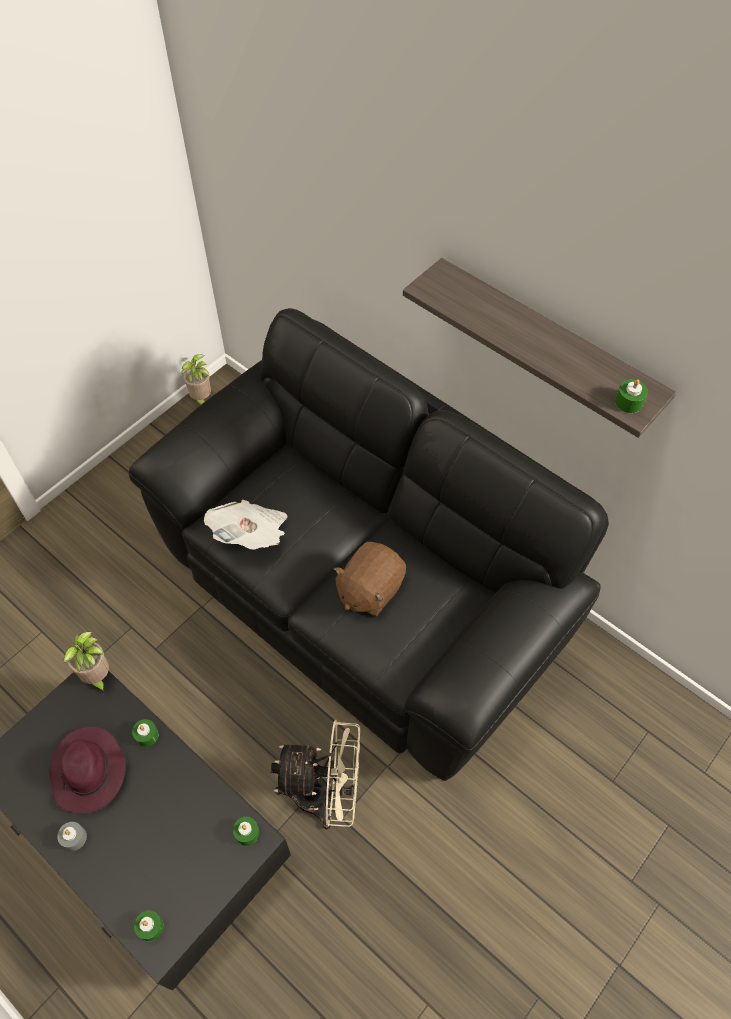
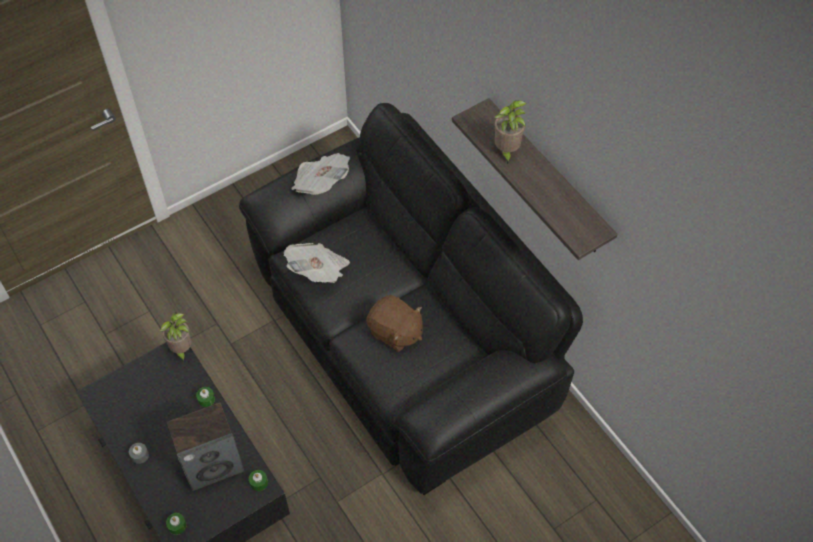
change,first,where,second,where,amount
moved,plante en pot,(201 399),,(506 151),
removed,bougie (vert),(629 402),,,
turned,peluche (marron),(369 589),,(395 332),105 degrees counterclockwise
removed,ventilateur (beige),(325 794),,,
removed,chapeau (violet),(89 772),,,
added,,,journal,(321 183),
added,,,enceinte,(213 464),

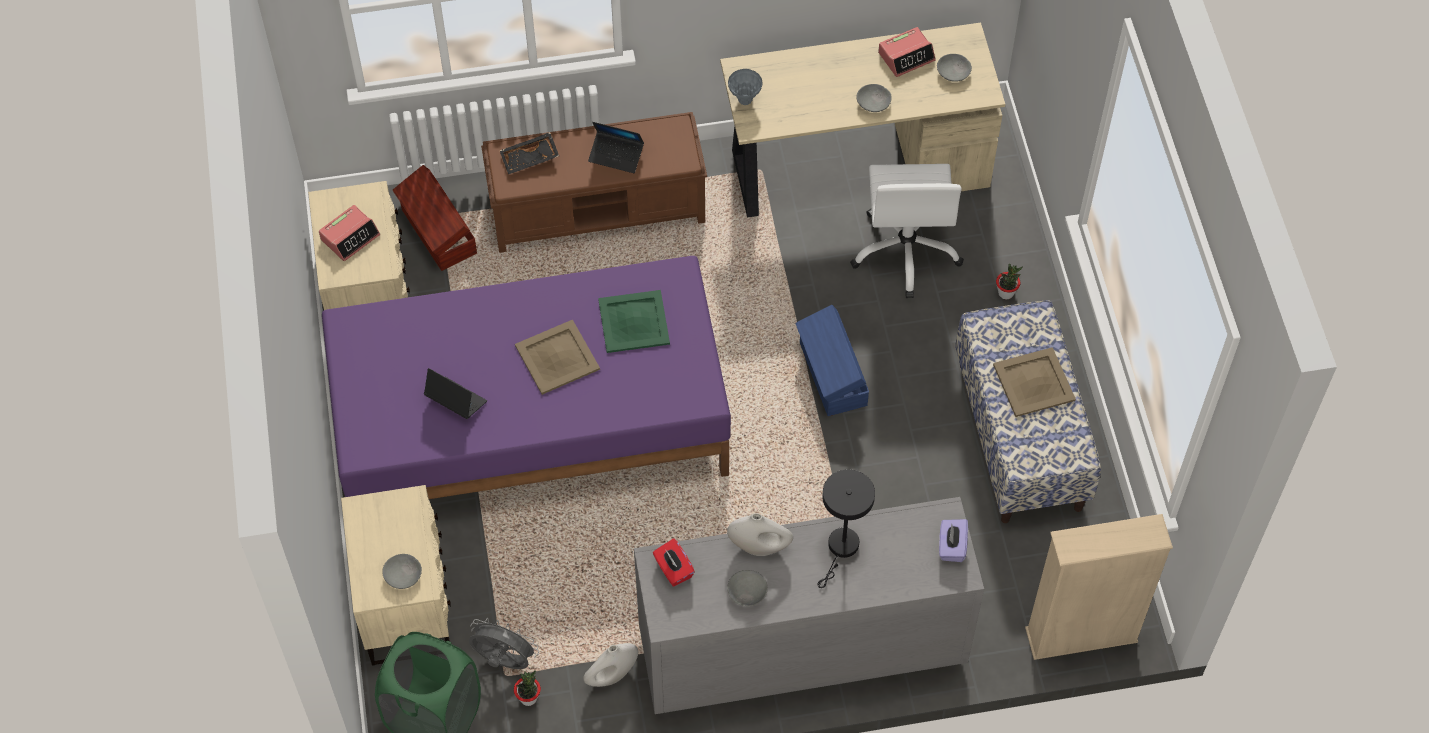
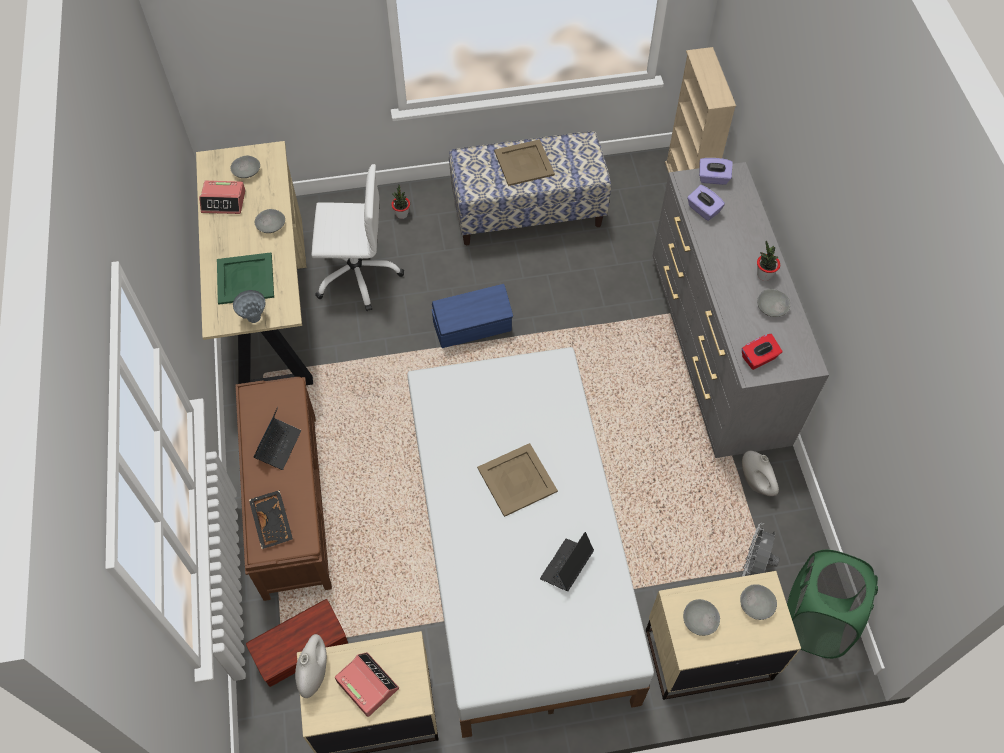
change,first,where,second,where,amount
turned,réveil,(906 56),,(224 201),120 degrees clockwise
recoloured,lit (violet),(529 422),lit (blanc),(518 555),
moved,plateau (vert),(633 321),,(245 279),
removed,lampe de table (noir),(841 549),,,
moved,vase (blanc),(759 547),,(314 673),
moved,plante en pot,(528 698),,(764 275),
added,,,boîte à mouchoirs (violet),(703 210),
added,,,bol (gris),(700 620),

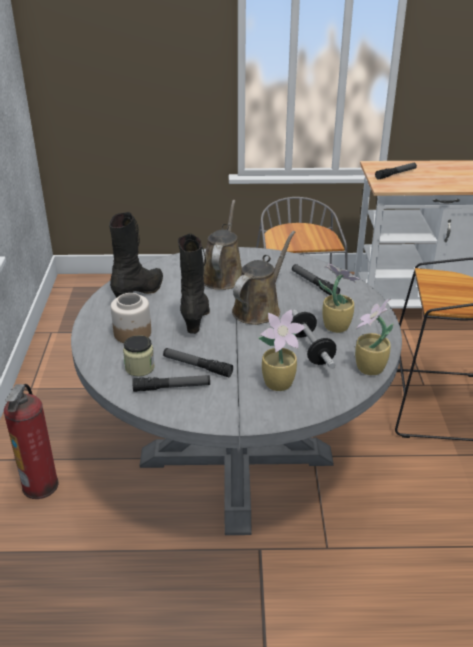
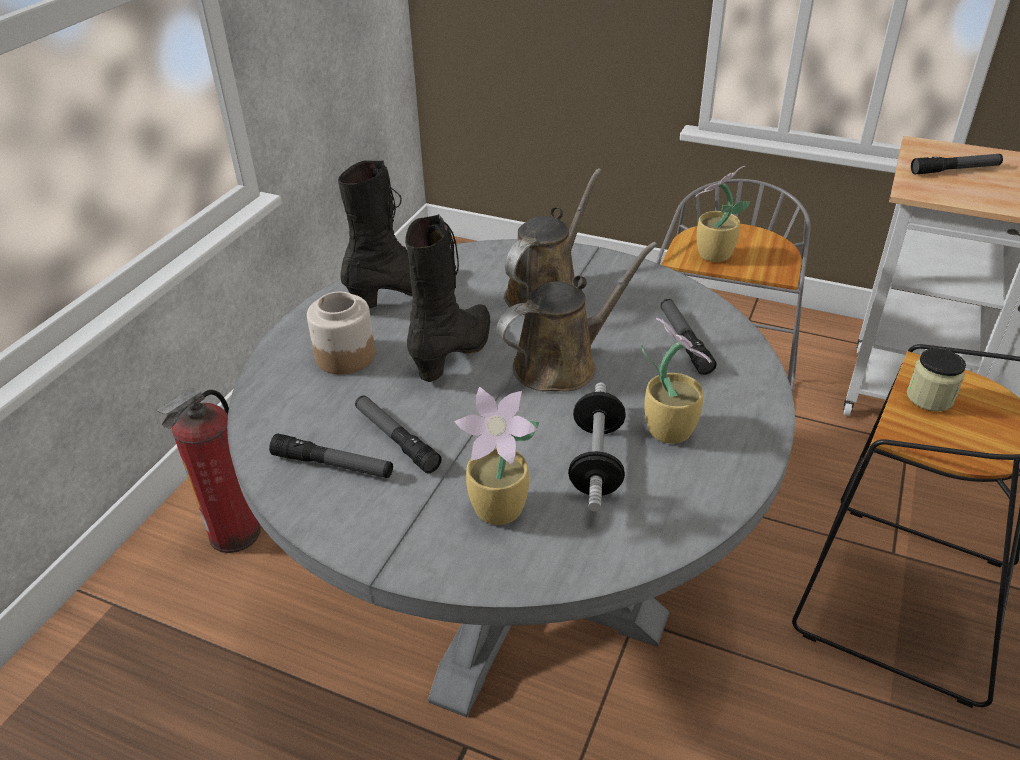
change,first,where,second,where,amount
moved,plante en pot,(369 369),,(712 255),
moved,bocal,(140 368),,(929 397),

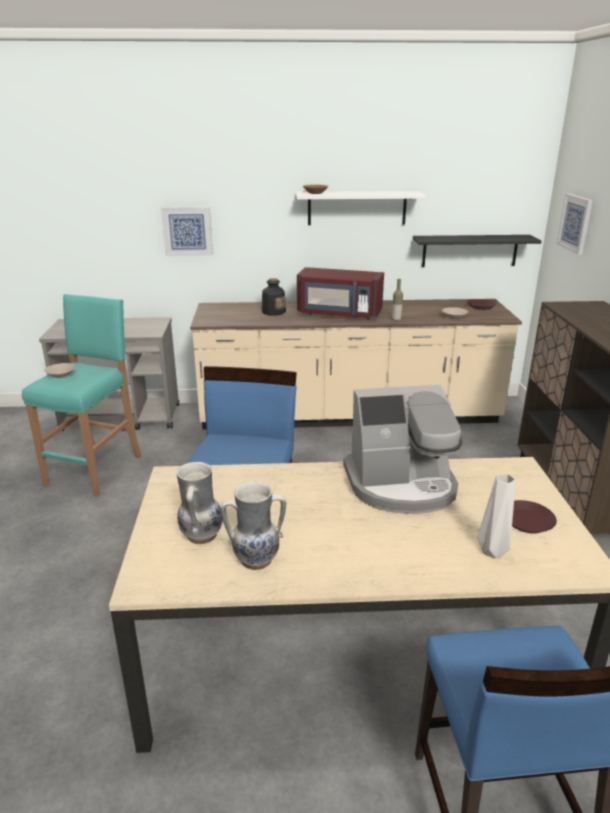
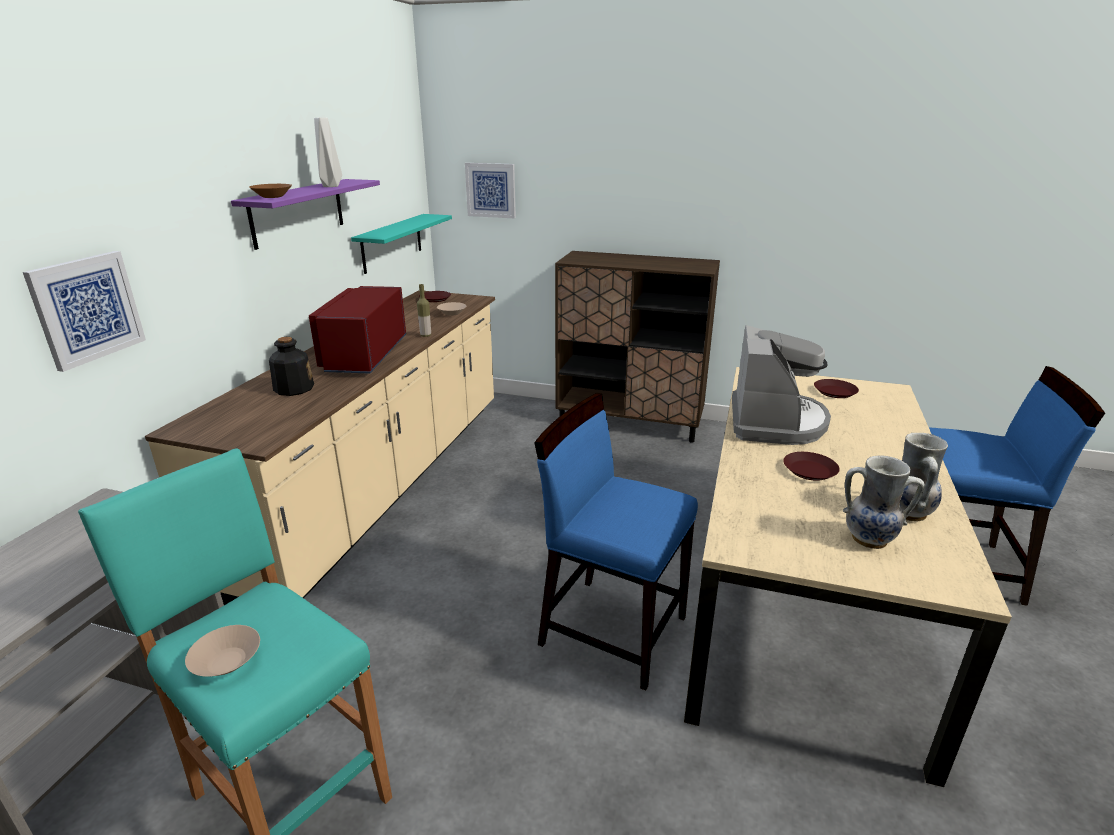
change,first,where,second,where,amount
recoloured,étagère (blanc),(357 208),étagère (violet),(298 212),
recoloured,étagère (noir),(469 250),étagère (turquoise),(392 243),
turned,micro-ondes (rouge),(339 314),,(363 356),150 degrees clockwise
moved,vase (gris),(491 551),,(330 186),
added,,,assiette (marron),(809 471),

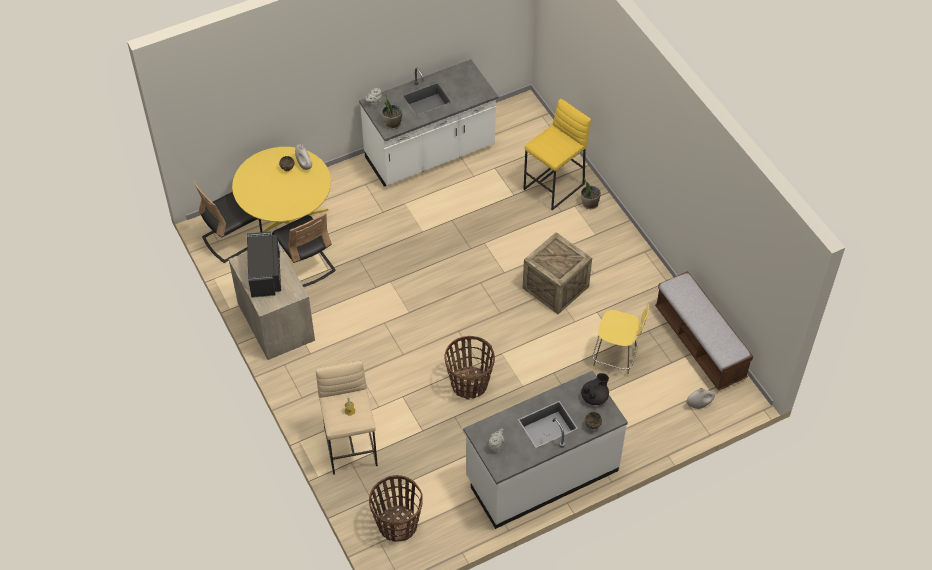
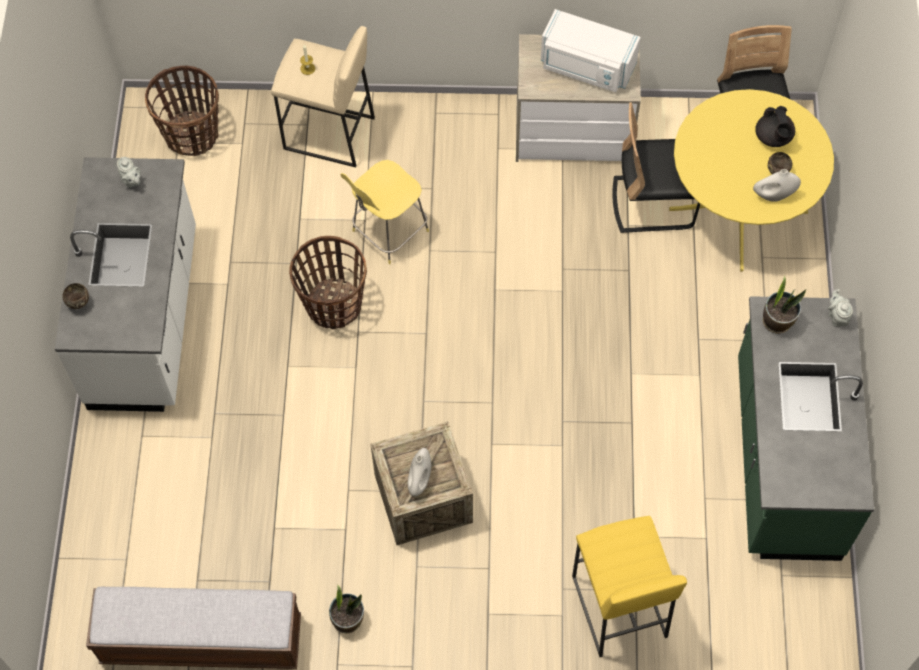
change,first,where,second,where,amount
recoloured,comptoir de cuisine (blanc),(430 154),comptoir de cuisine (vert),(784 459),
moved,plante en pot,(589 204),,(348 619),
recoloured,micro-ondes (noir),(266 274),micro-ondes (blanc),(586 67),
moved,tabouret (jaune),(616 358),,(388 232),
moved,théière (noir),(595 397),,(773 137),
moved,vase (blanc),(699 404),,(420 480),

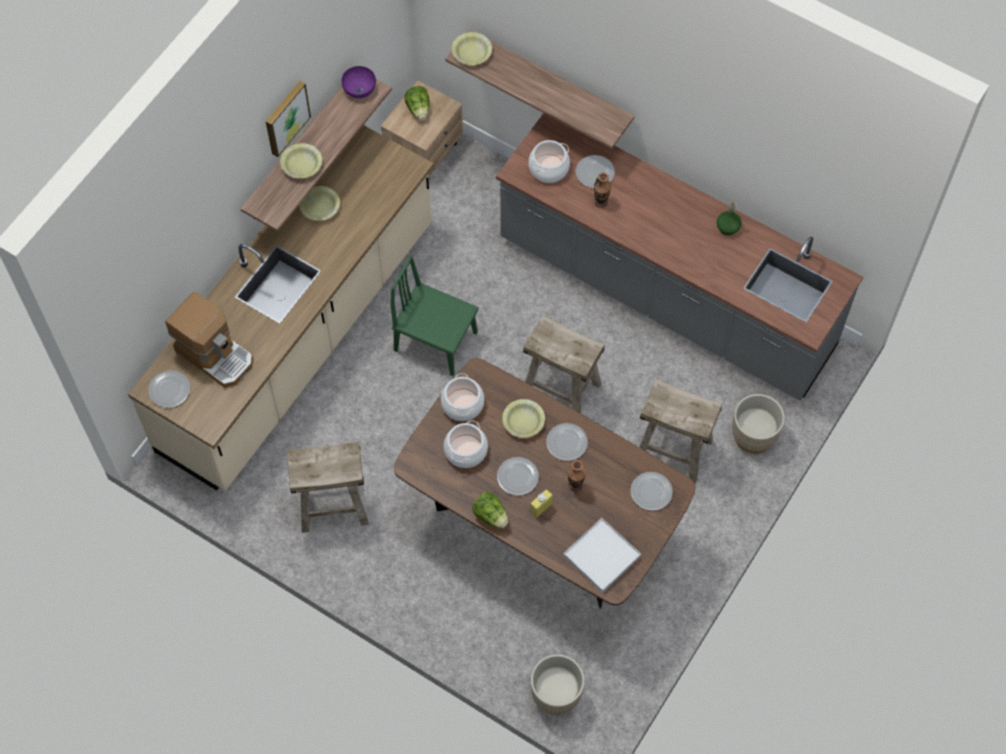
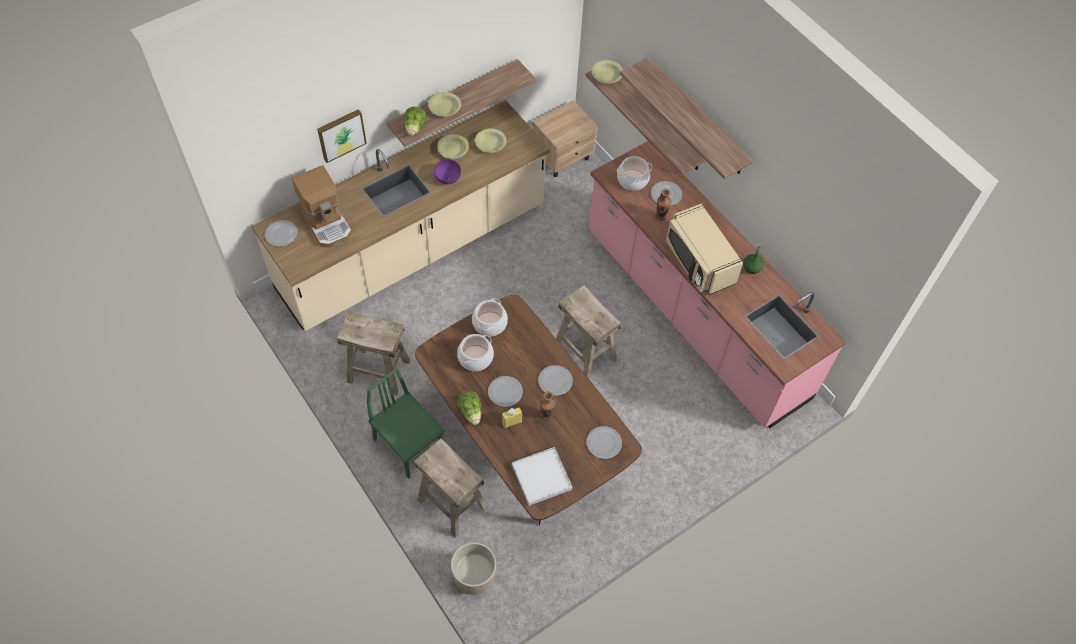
change,first,where,second,where,amount
moved,bol (violet),(360 89),,(448 177),
moved,tableau,(285 117),,(341 134),
moved,laitue,(419 109),,(415 128),
recoloured,comptoir de cuisine (gris),(665 295),comptoir de cuisine (rose),(694 315),
moved,chaise (vert),(436 341),,(409 444),
moved,tabouret (beige),(673 450),,(453 504),
removed,cache-pot (beige),(753 436),,,
moved,bol (jaune),(523 421),,(490 144),
added,,,étagère,(696 118),
added,,,micro-ondes (beige),(698 262),

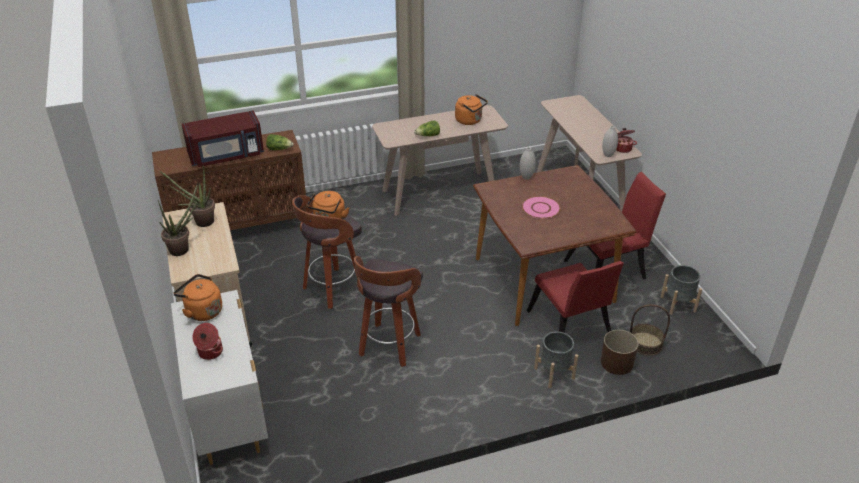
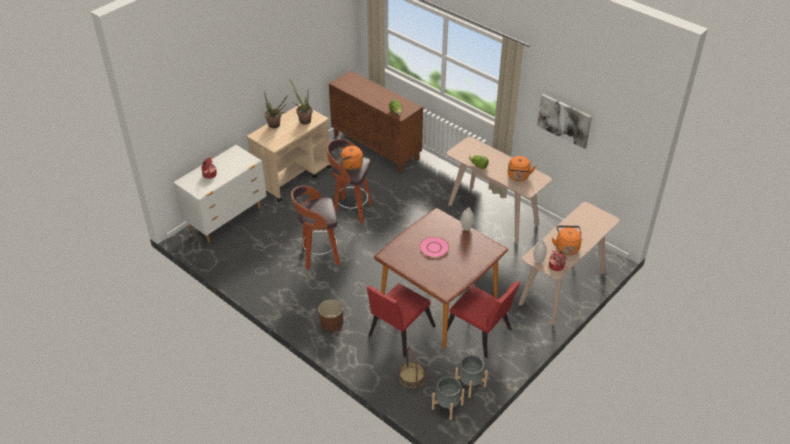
change,first,where,second,where,amount
removed,micro-ondes (rouge),(226 155),,,
moved,bouilloire (orange),(202 311),,(566 247),
moved,cache-pot (marron),(616 363),,(331 323),
moved,cache-pot (gris),(554 373),,(447 406),
added,,,tableau,(564 120),

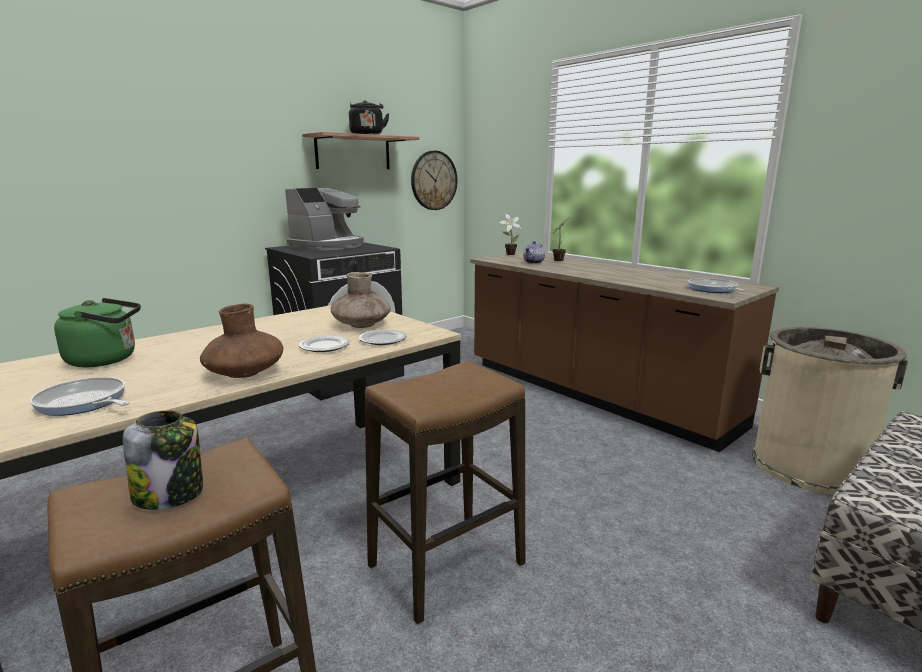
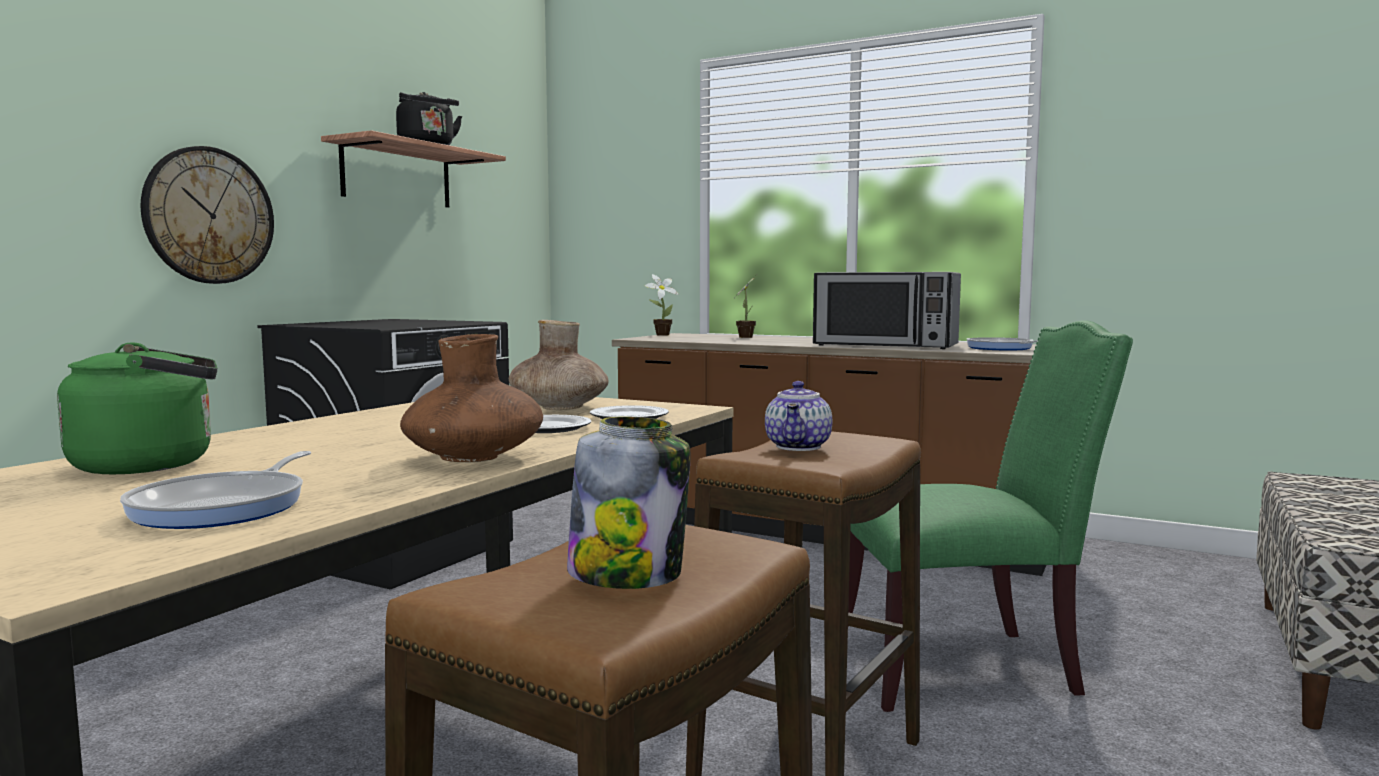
change,first,where,second,where,amount
moved,horloge murale,(434 180),,(209 216),
removed,machine à café,(328 246),,,
moved,théière,(534 262),,(799 447),
removed,poubelle (beige),(808 466),,,
turned,poêle,(83 402),,(225 507),90 degrees counterclockwise
added,,,micro-ondes,(885 345),
added,,,chaise (vert),(964 665),

